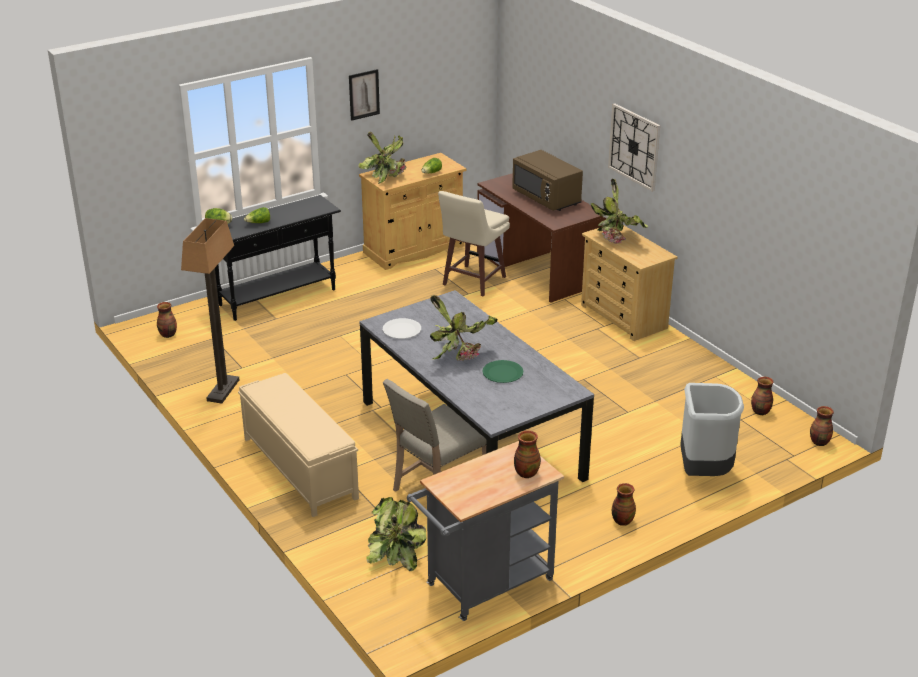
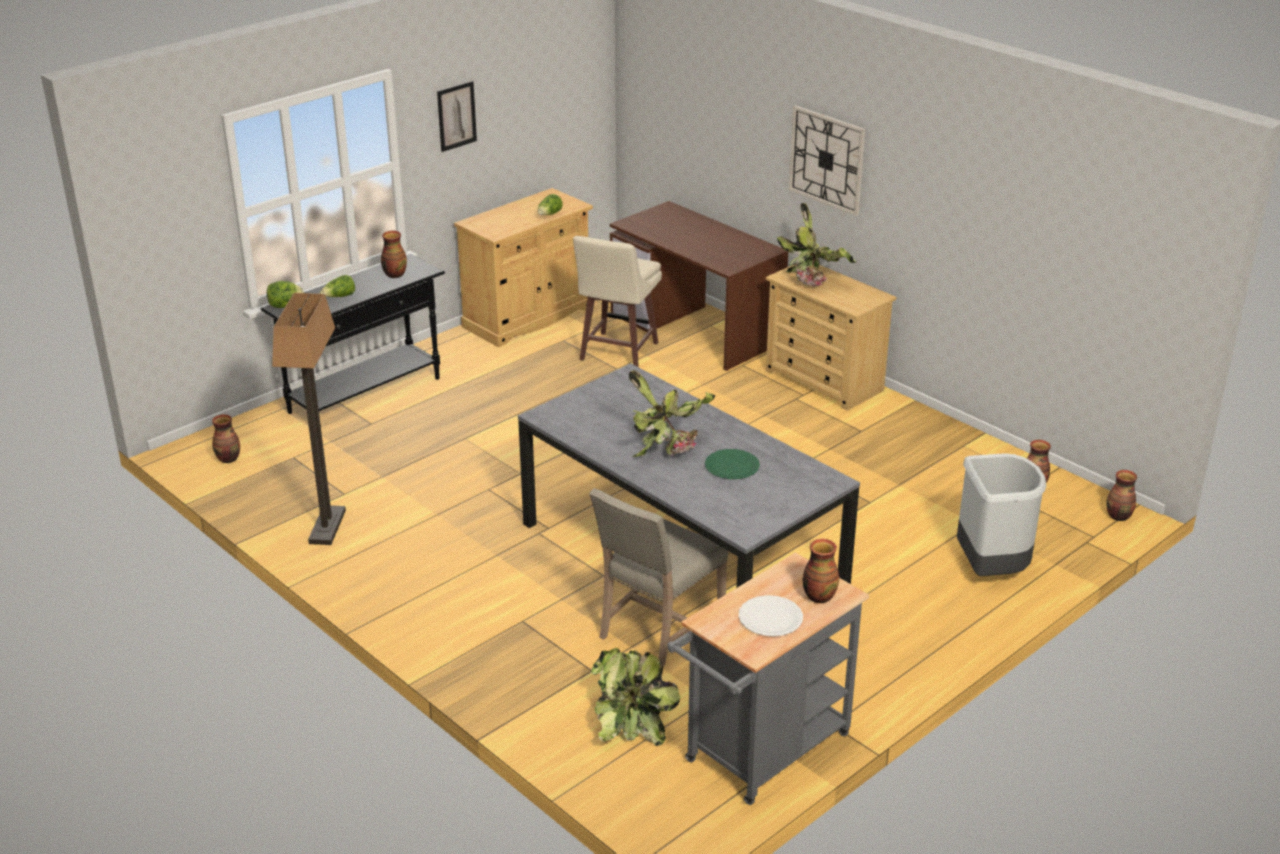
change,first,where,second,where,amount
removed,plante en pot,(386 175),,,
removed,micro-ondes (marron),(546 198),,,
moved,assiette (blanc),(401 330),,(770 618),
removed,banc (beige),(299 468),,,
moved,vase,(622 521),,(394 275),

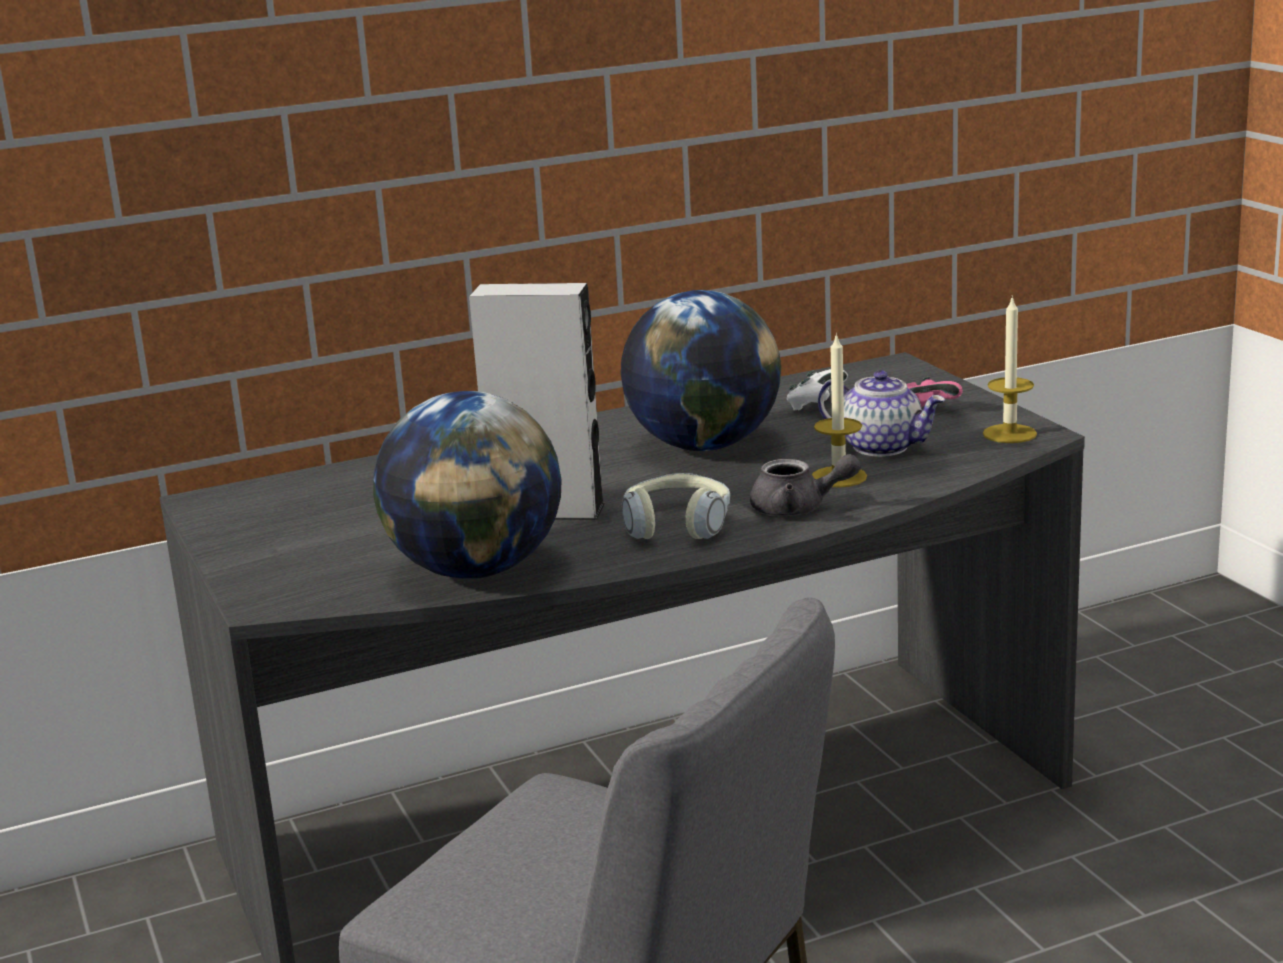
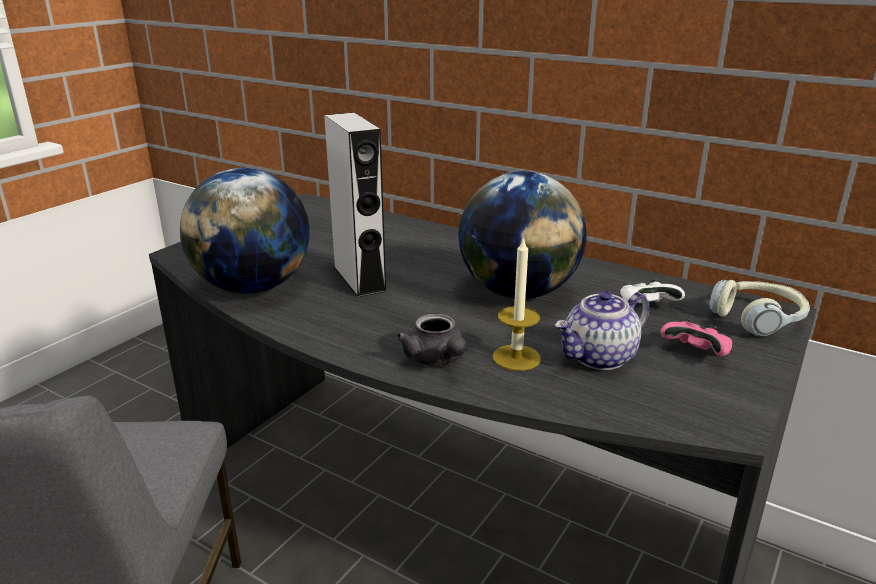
change,first,where,second,where,amount
removed,bougie,(1009 434),,,
turned,théière,(882 447),,(599 357),60 degrees clockwise
moved,casque audio,(677 524),,(758 319),

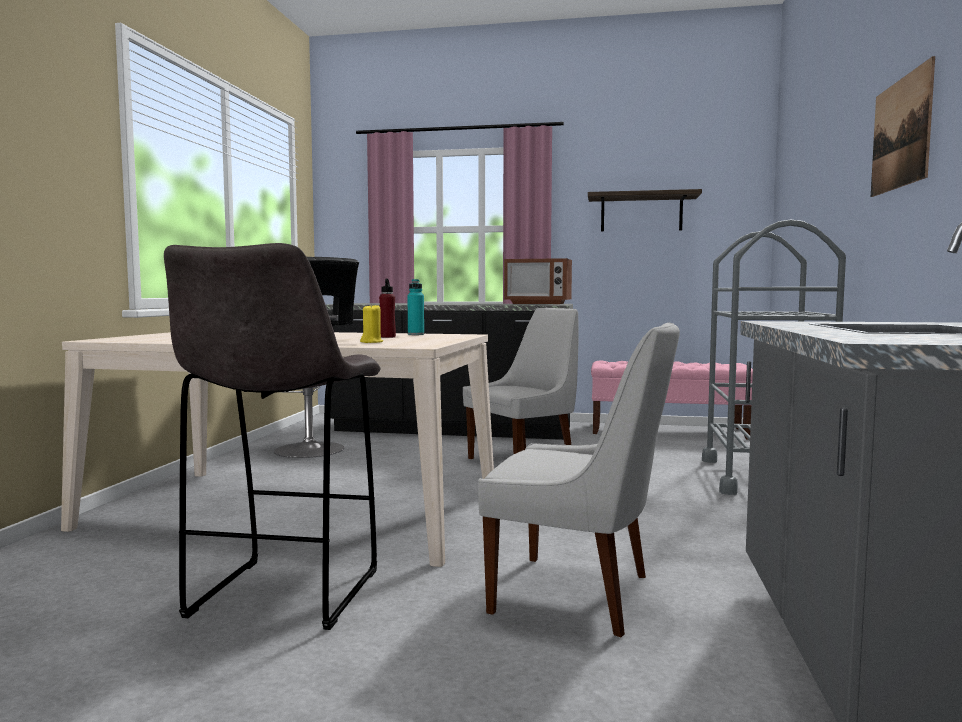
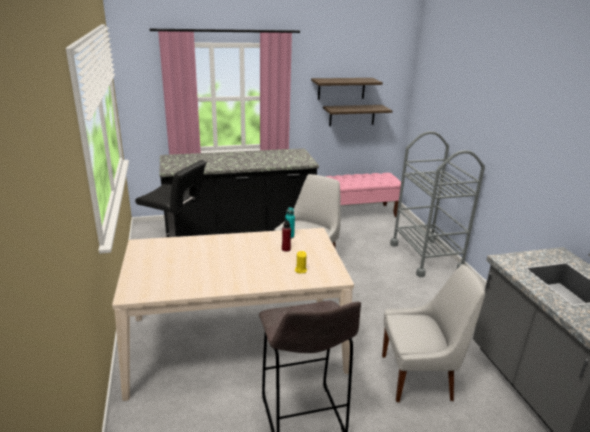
change,first,where,second,where,amount
removed,tableau,(901 133),,,
removed,micro-ondes,(538 303),,,
added,,,étagère,(352 115),

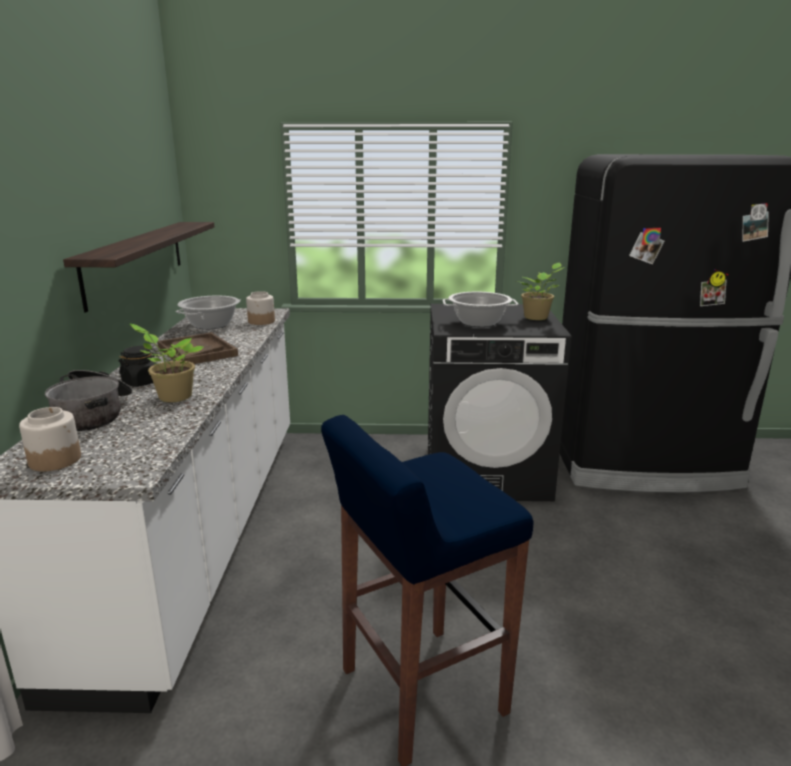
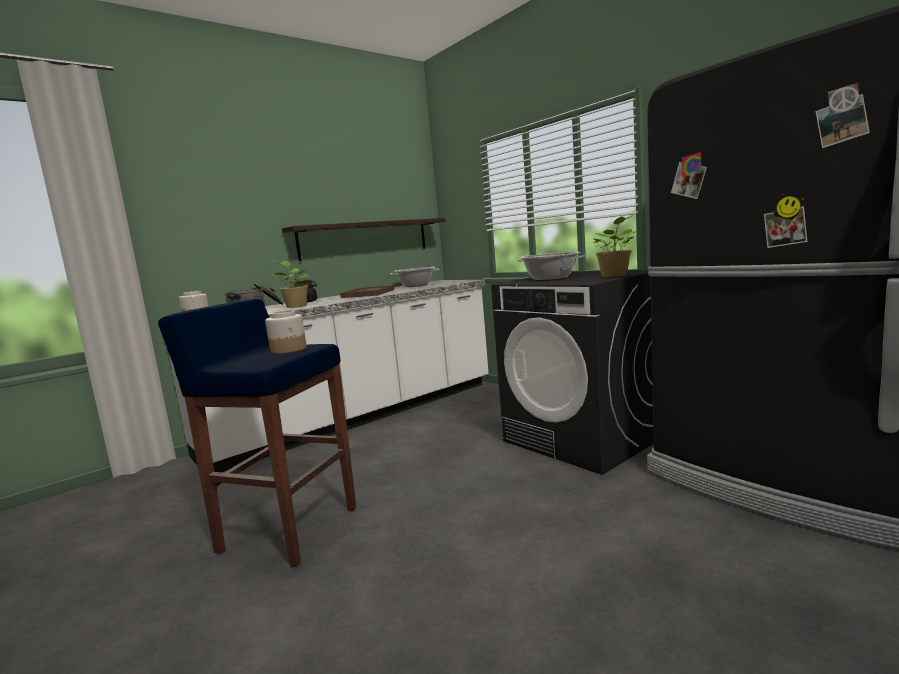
change,first,where,second,where,amount
moved,bocal,(262 321),,(289 349),

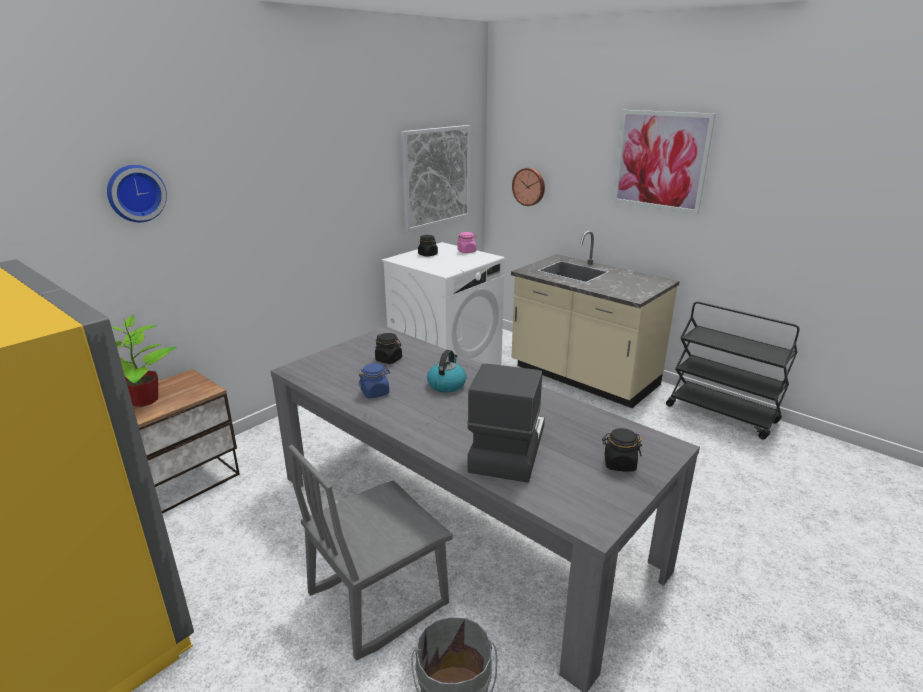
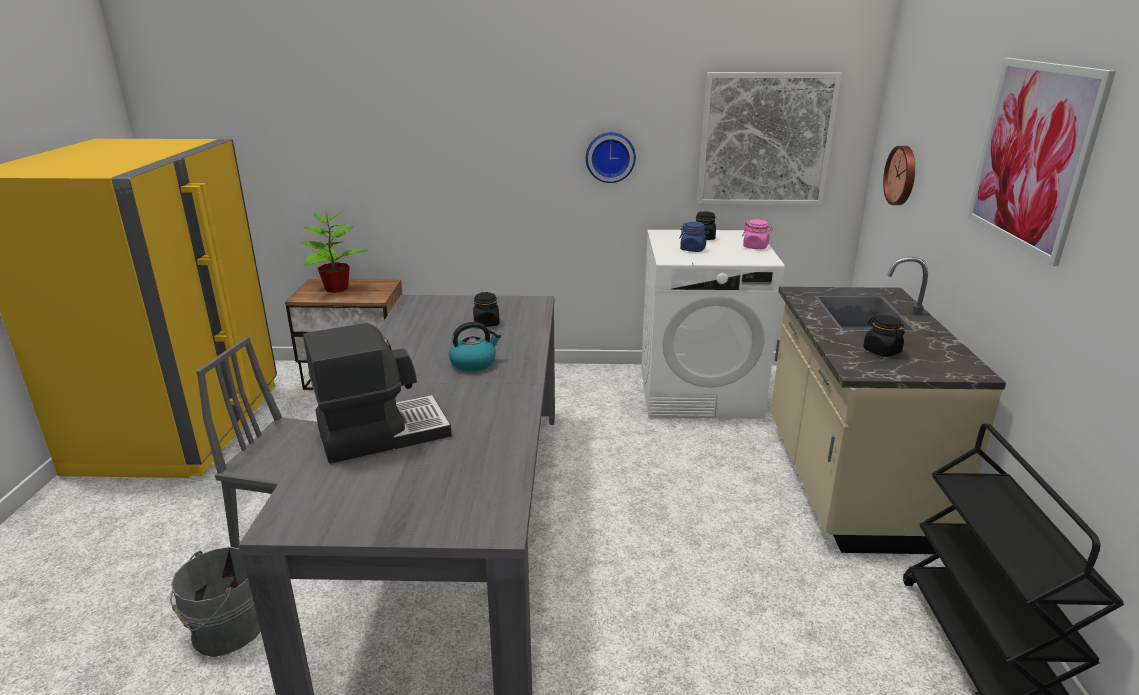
change,first,where,second,where,amount
moved,horloge murale,(135 193),,(610 157),
moved,bocal (bleu),(375 392),,(693 249),
moved,bocal (noir),(619 464),,(881 351),

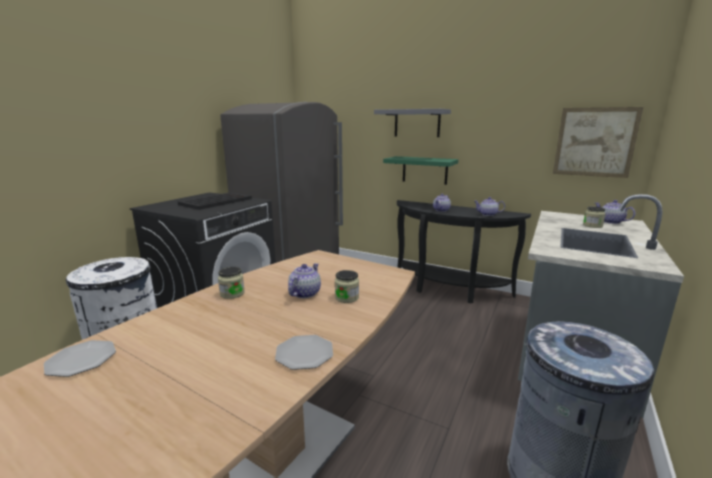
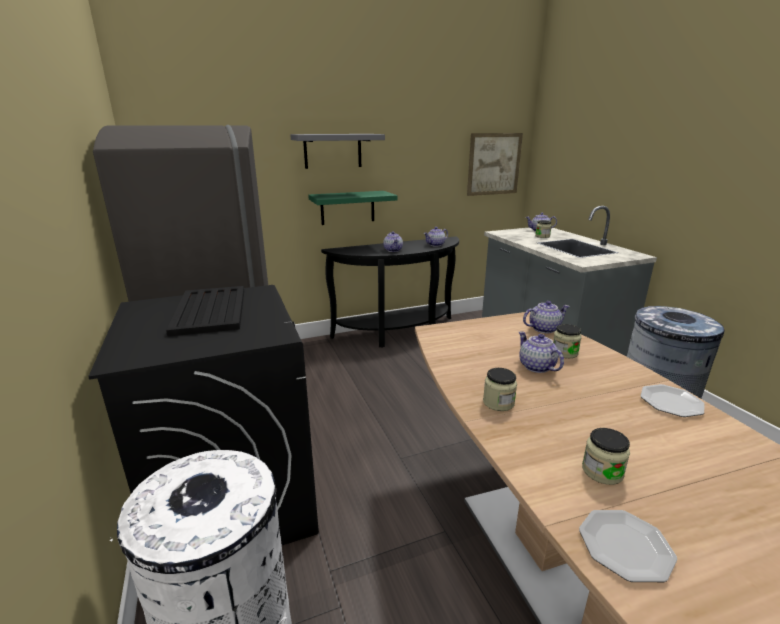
change,first,where,second,where,amount
added,,,théière,(544 328),
added,,,bocal,(602 471),

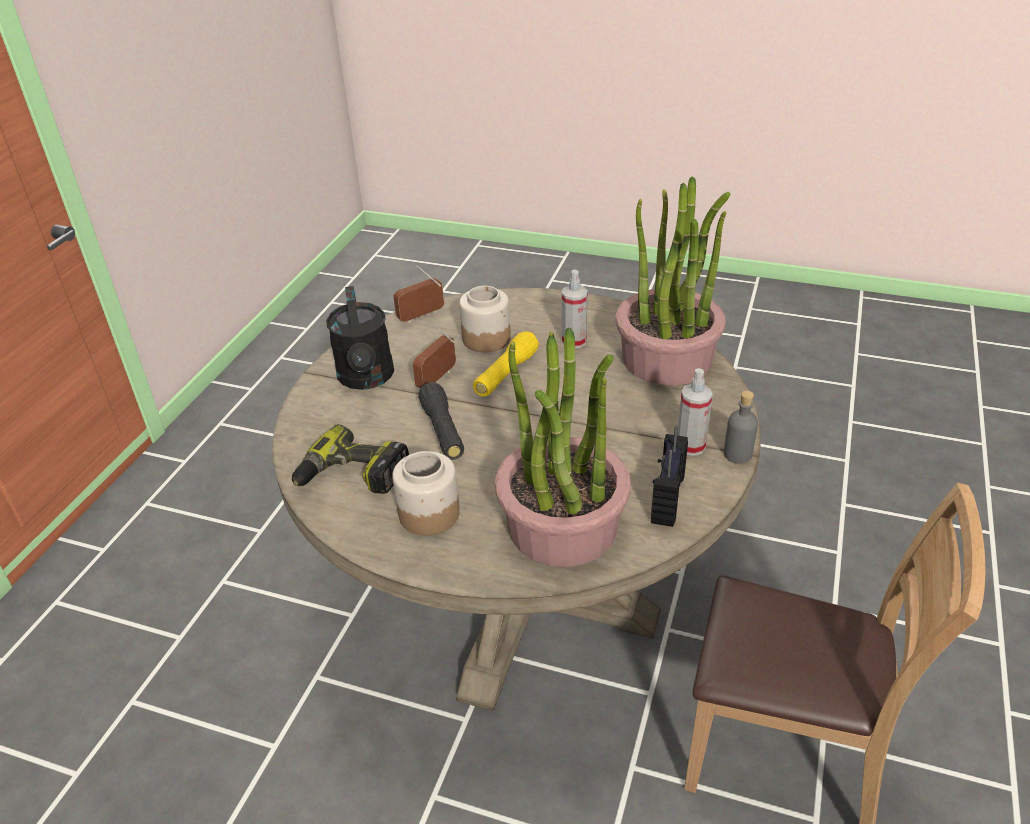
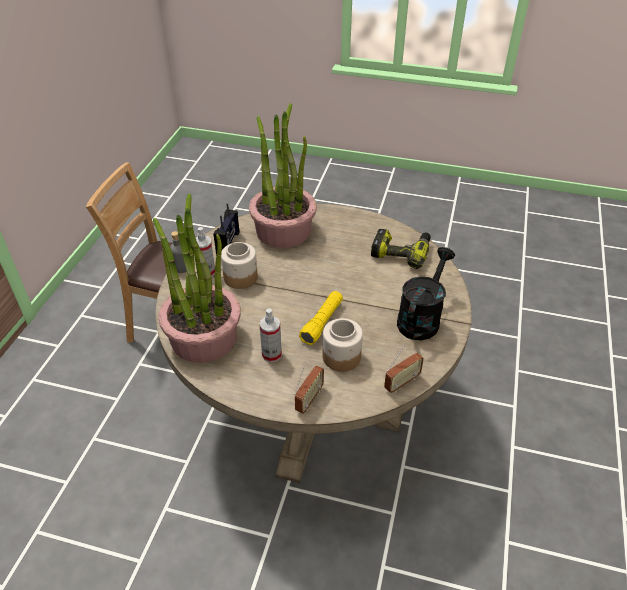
change,first,where,second,where,amount
turned,arrosoir (noir),(367 379),,(421 318),45 degrees clockwise
moved,radio,(437 379),,(309 399),
removed,lampe de poche (noir),(443 431),,,
moved,bocal,(428 514),,(241 277),

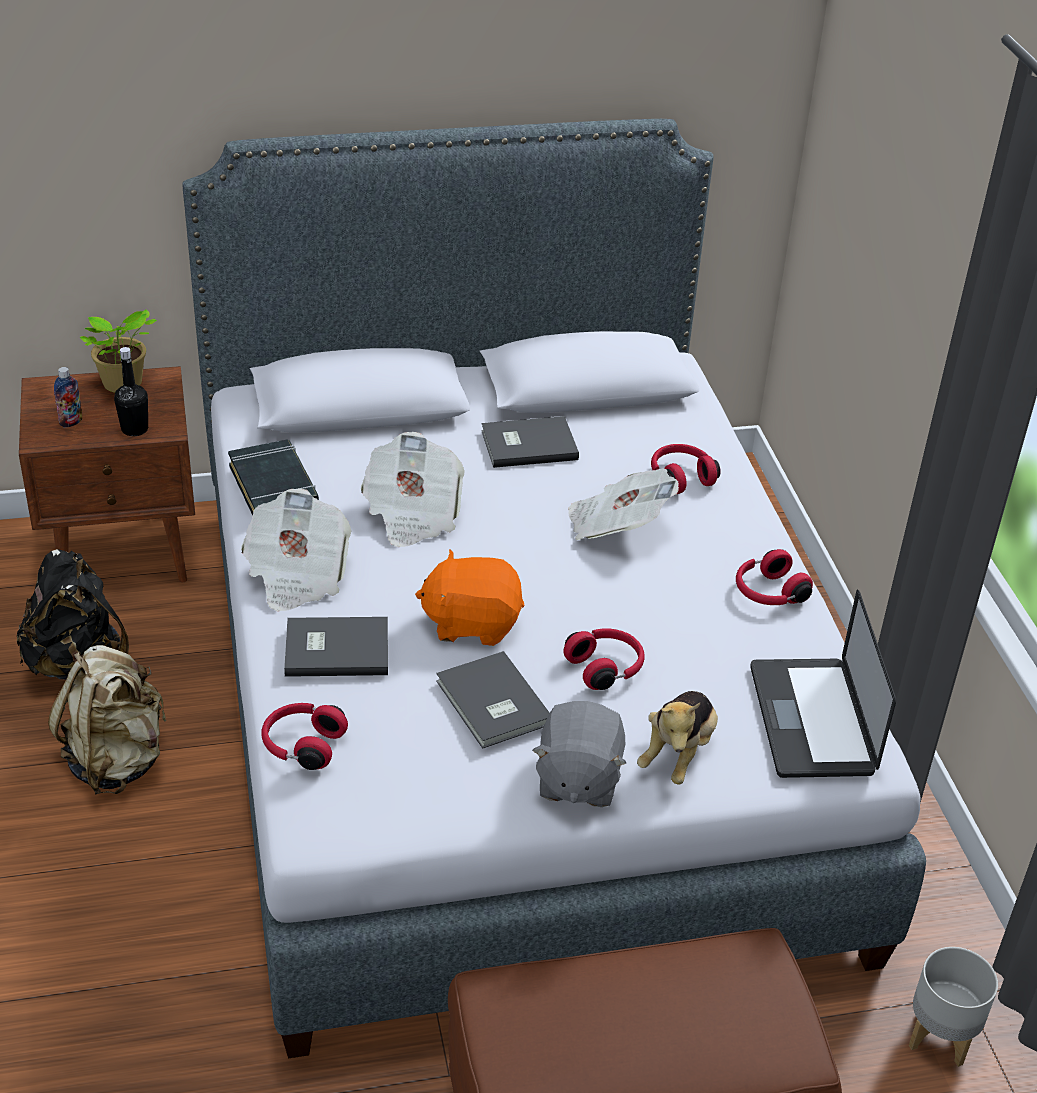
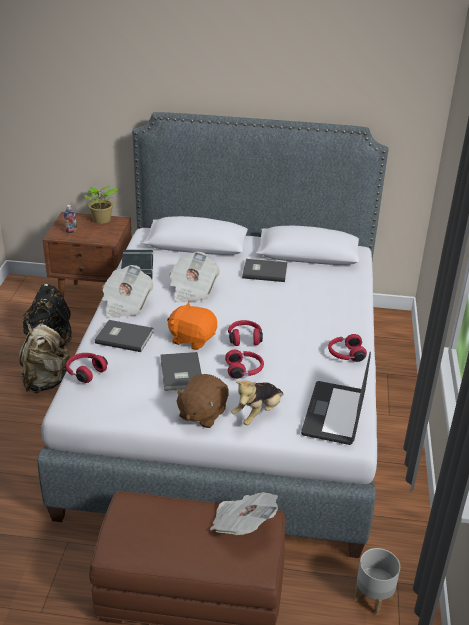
change,first,where,second,where,amount
removed,bouteille (noir),(134 429),,,
moved,casque audio (rouge),(680 477),,(244 338),
moved,journal,(617 526),,(242 524),
recoloured,peluche (gris),(577 779),peluche (marron),(202 414),

